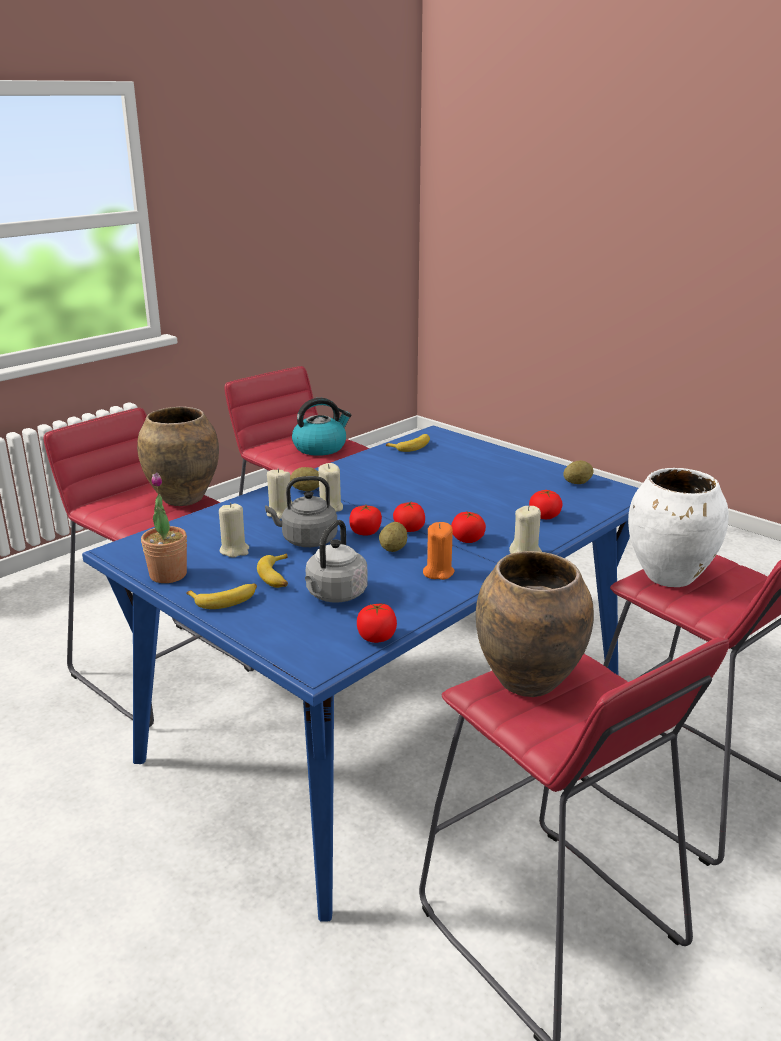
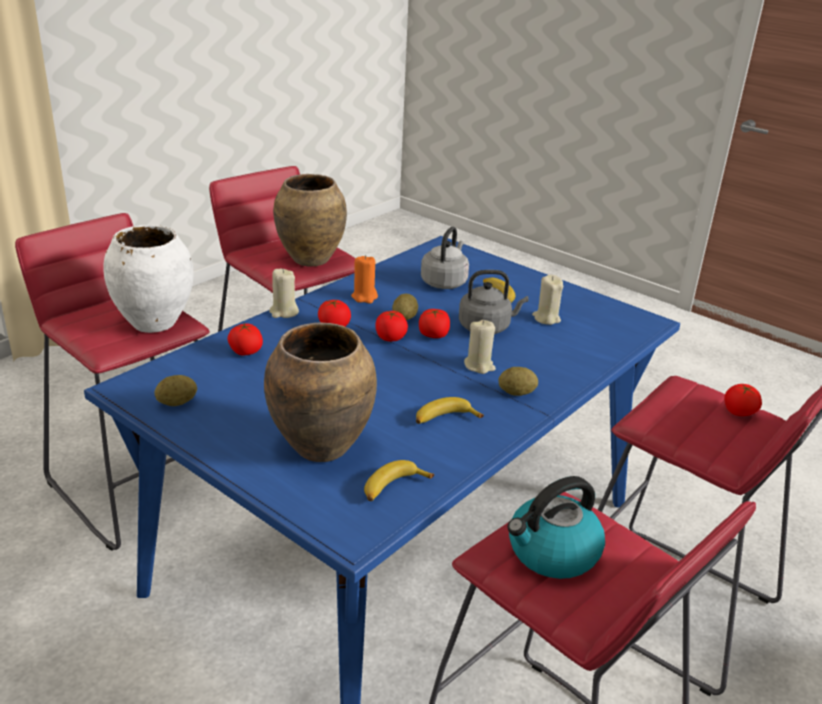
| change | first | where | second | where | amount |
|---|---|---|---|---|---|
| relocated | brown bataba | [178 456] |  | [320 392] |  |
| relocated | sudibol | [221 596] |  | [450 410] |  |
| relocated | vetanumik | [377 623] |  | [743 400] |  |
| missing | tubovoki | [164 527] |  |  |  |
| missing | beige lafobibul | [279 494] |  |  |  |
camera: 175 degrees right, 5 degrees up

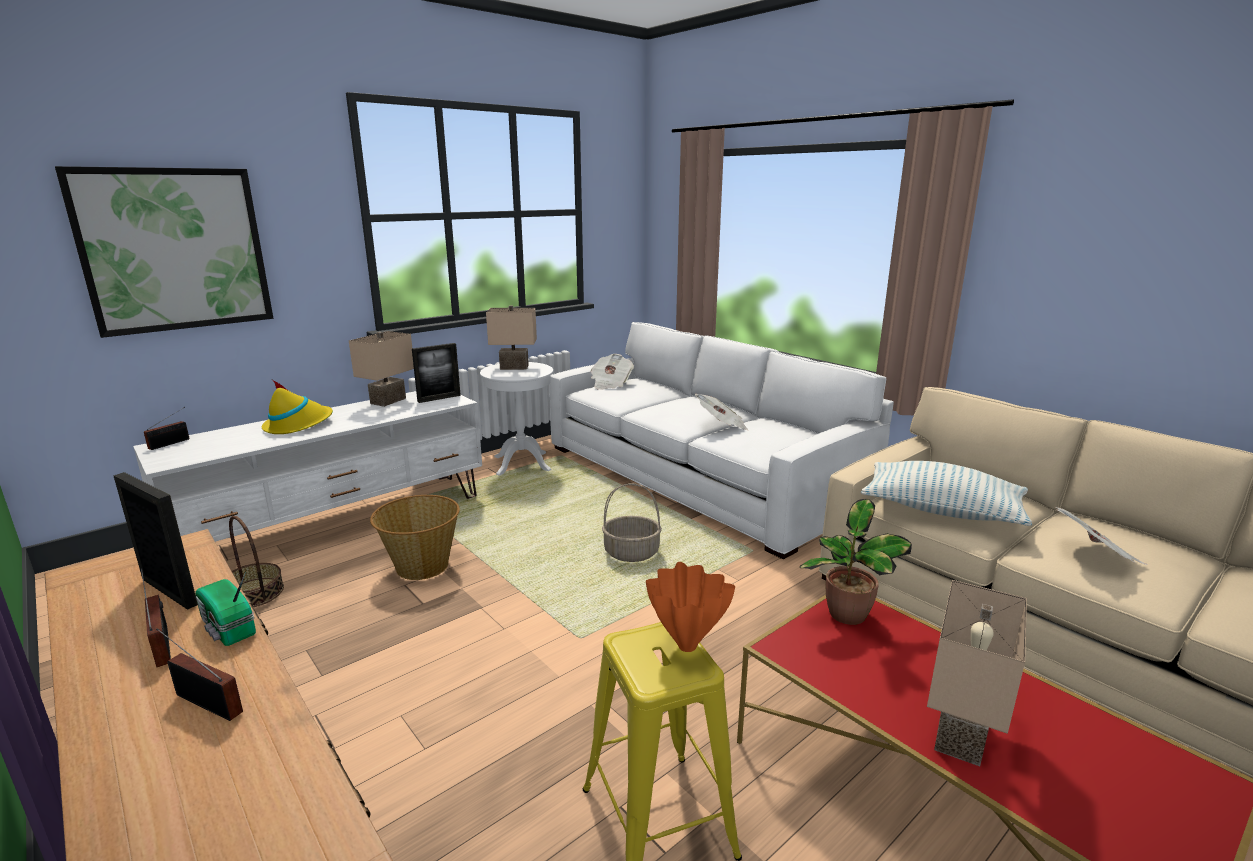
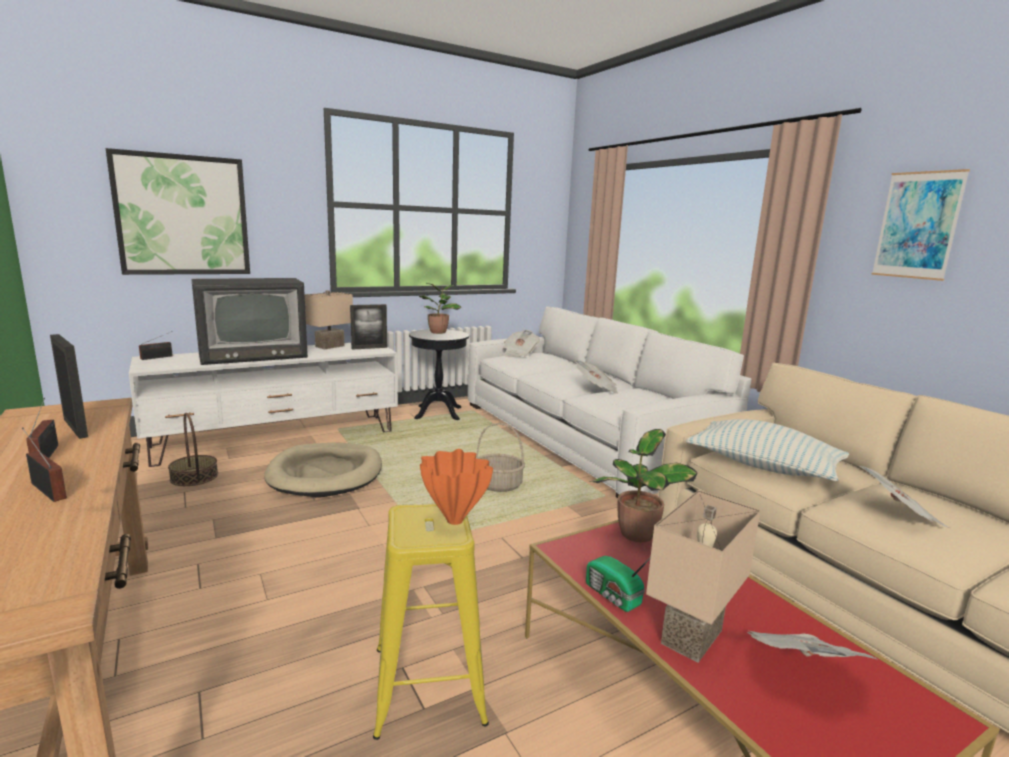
| change | first | where | second | where | amount |
|---|---|---|---|---|---|
| exchanged | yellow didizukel | [297 407] | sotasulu | [249 321] |  |
| exchanged | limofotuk | [415 537] | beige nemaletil | [323 470] |  |
| colour | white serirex | [516 419] | black serirex | [439 374] |  |
| exchanged | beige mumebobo | [511 337] | tubovoki | [440 308] |  |
| relocated | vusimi | [225 609] |  | [618 584] |  |
| appeared |  |  | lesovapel | [811 645] |  |
| appeared |  |  | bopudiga | [920 225] |  |
camera: 10 degrees right, 5 degrees down

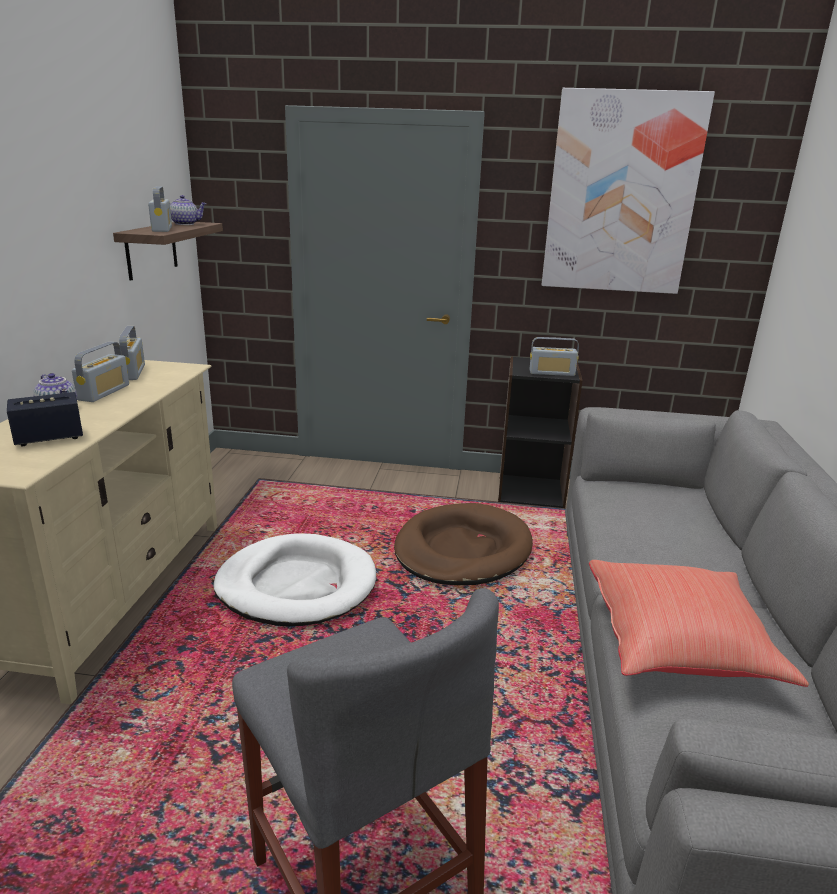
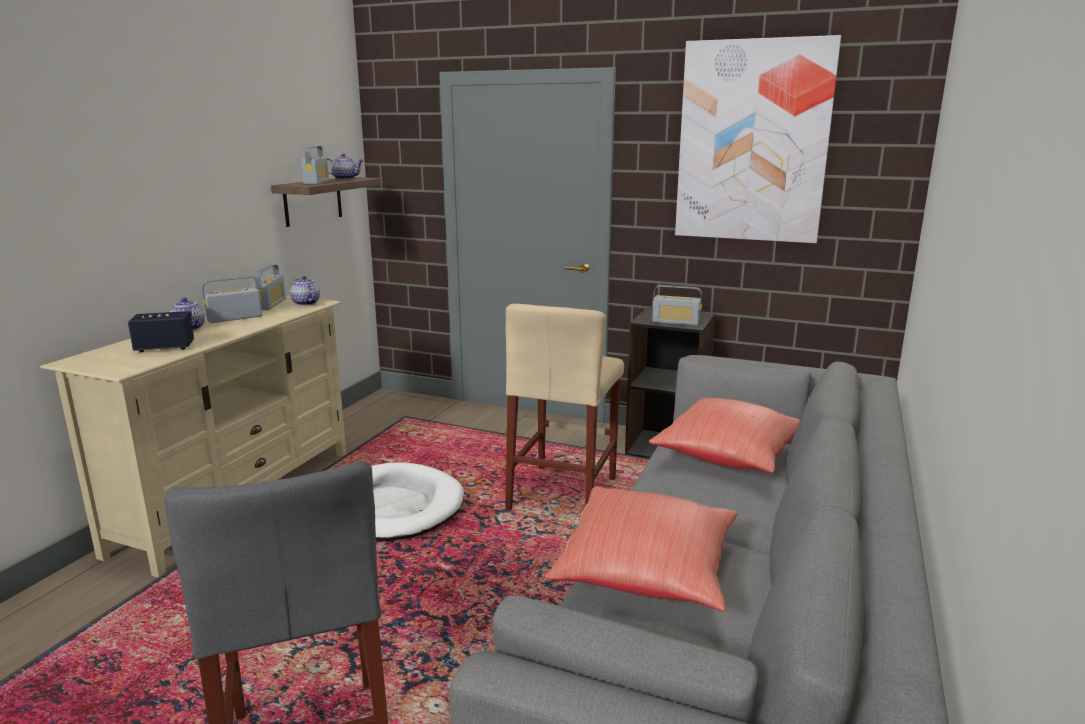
| change | first | where | second | where | amount |
|---|---|---|---|---|---|
| spun | vusimi | [100 372] |  | [232 299] | 150 degrees counterclockwise |
| appeared |  |  | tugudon | [305 291] |  |
| exchanged | brown nemaletil | [463 544] | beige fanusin | [564 407] |  |
| appeared |  |  | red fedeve | [724 435] |  |
camera: 15 degrees right, 5 degrees down

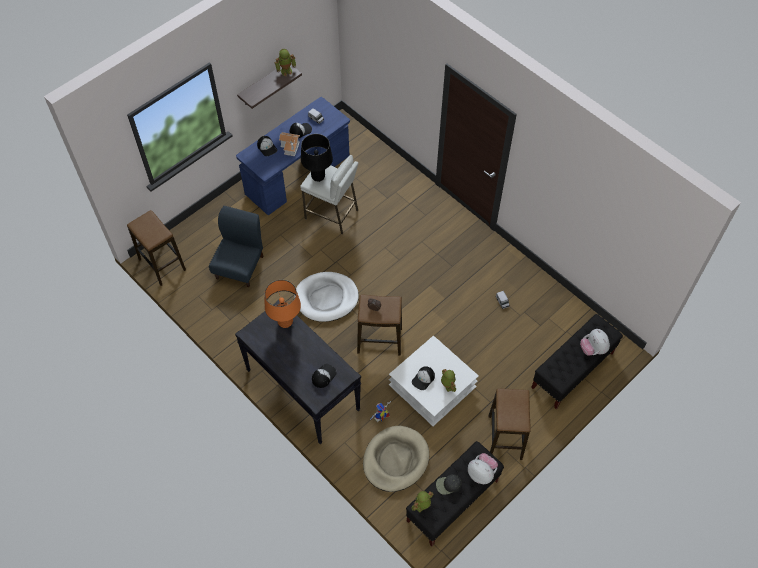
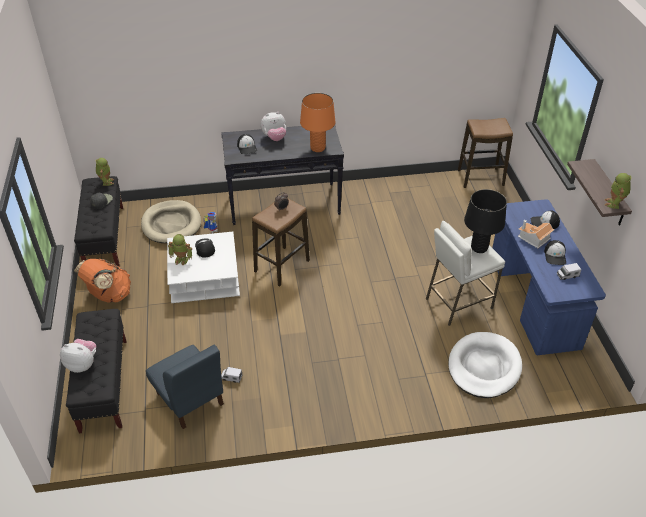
| change | first | where | second | where | amount |
|---|---|---|---|---|---|
| exchanged | fanusin | [509 424] | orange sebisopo | [102 281] |  |
| relocated | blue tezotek | [236 246] |  | [185 387] |  |
| relocated | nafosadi | [483 468] |  | [273 126] |  |
| relocated | white nemaletil | [326 297] |  | [485 365] |  |
camera: 125 degrees right, 15 degrees down

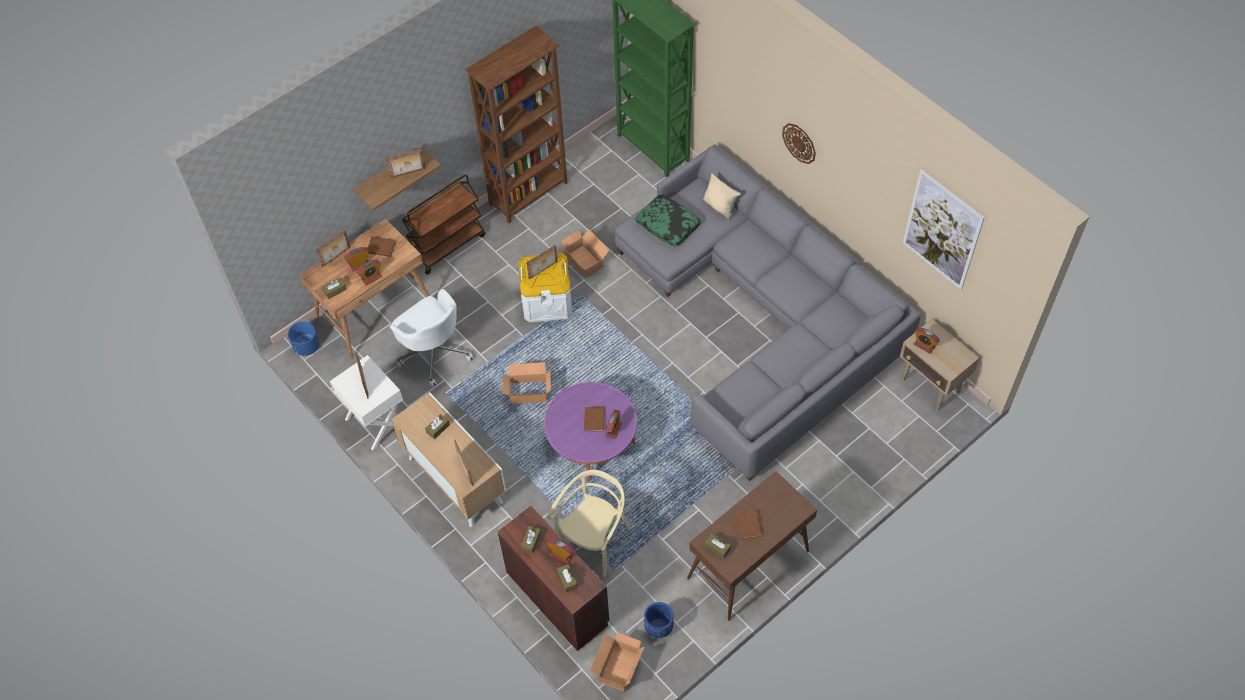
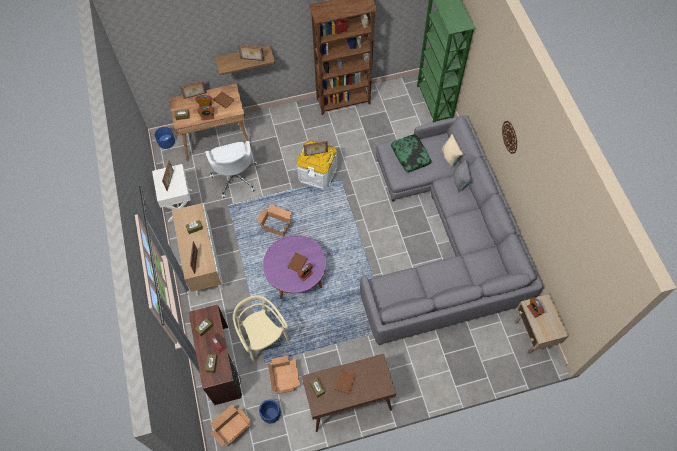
| change | first | where | second | where | amount |
|---|---|---|---|---|---|
| spun | beige tezotek | [589 523] |  | [261 330] | 90 degrees counterclockwise |
| relocated | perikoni | [585 253] |  | [284 375] |  |
| appeared |  |  | grey fedeve | [463 175] |  |
| missing | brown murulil | [444 224] |  |  |  |
| missing | bopudiga | [944 229] |  |  |  |
camera: 25 degrees right, 5 degrees up

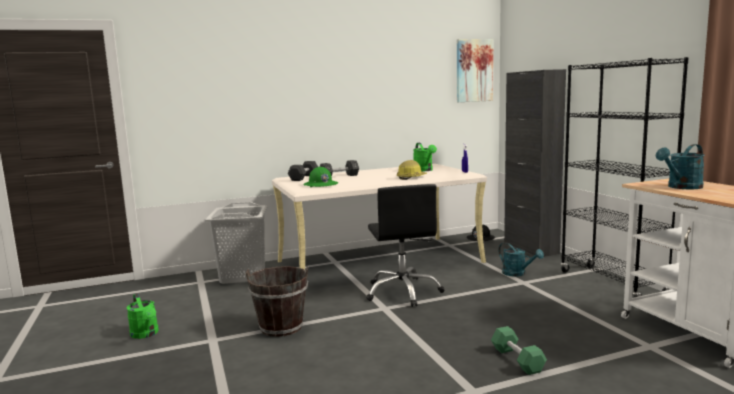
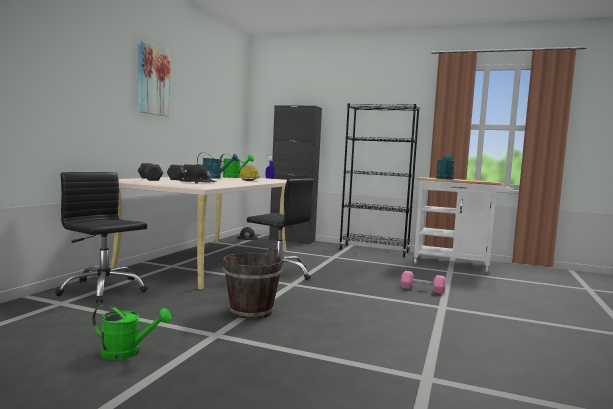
| change | first | where | second | where | amount |
|---|---|---|---|---|---|
| exchanged | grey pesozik | [236 243] | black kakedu | [101 237] |  |
| relocated | bopudiga | [475 70] |  | [154 78] |  |
| colour | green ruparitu | [320 177] | black ruparitu | [197 174] |  |
| relocated | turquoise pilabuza | [521 259] |  | [217 166] |  |
| colour | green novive | [519 350] | pink novive | [423 282] |  |
camera: 50 degrees left, 5 degrees down

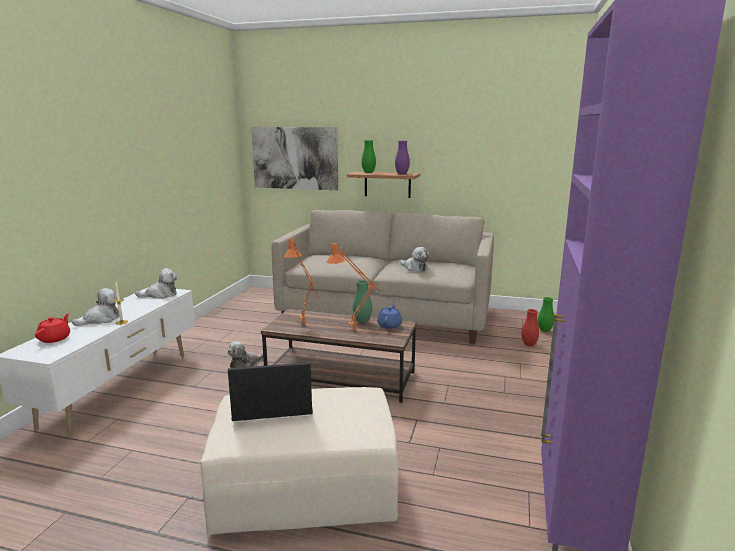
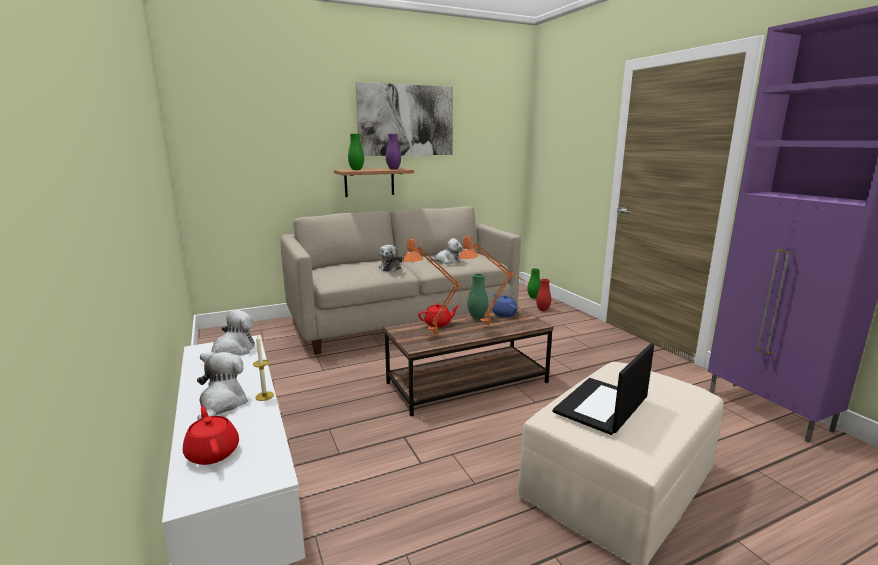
| change | first | where | second | where | amount |
|---|---|---|---|---|---|
| relocated | bopudiga | [294 158] |  | [404 119] |  |
| relocated | nafosadi | [245 354] |  | [391 258] |  |
| appeared |  |  | red tugudon | [438 315] |  |
camera: 40 degrees left, 0 degrees up

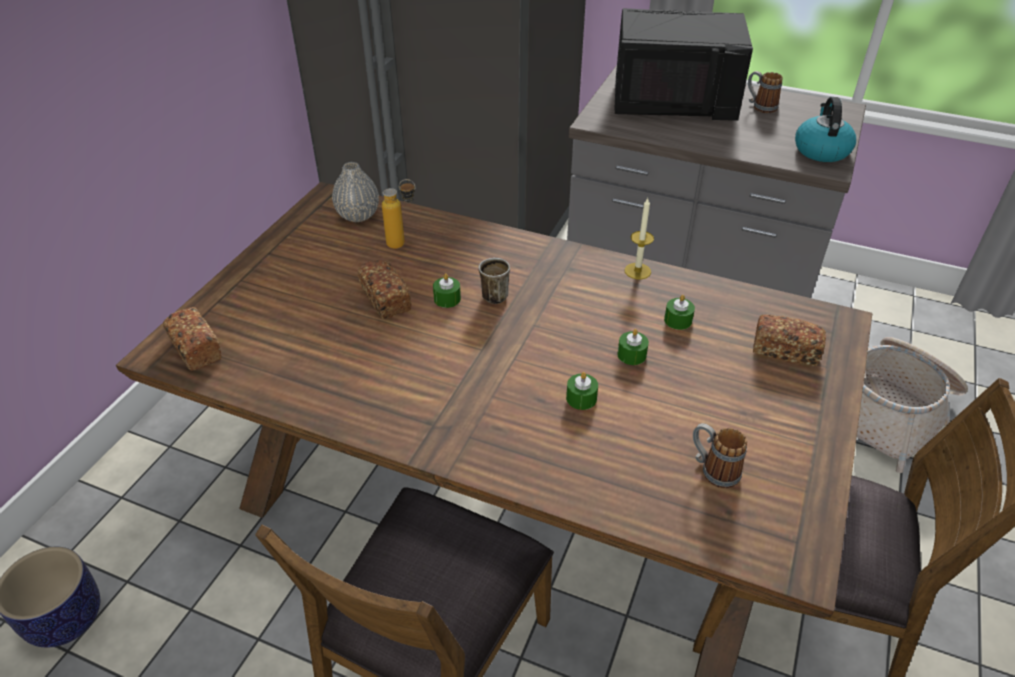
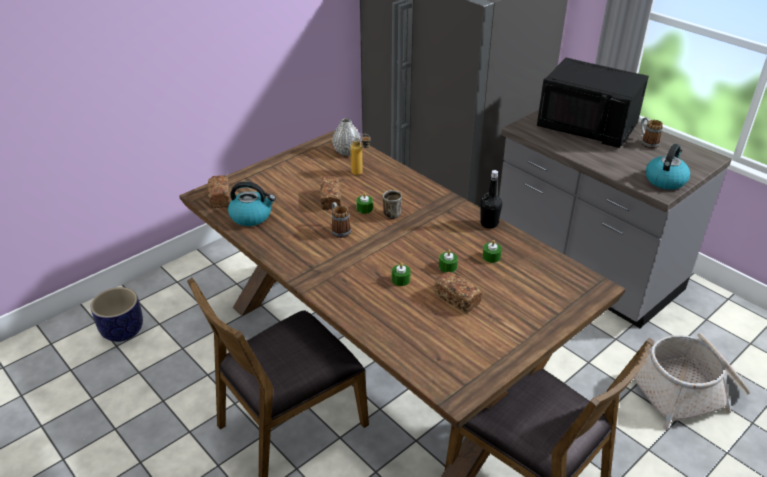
| change | first | where | second | where | amount |
|---|---|---|---|---|---|
| appeared |  |  | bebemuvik | [252 204] |  |
| relocated | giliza | [720 455] |  | [341 220] |  |
| relocated | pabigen | [789 340] |  | [458 292] |  |
| exchanged | lafobibul | [639 238] | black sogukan | [491 199] |  |
camera: 25 degrees right, 5 degrees down

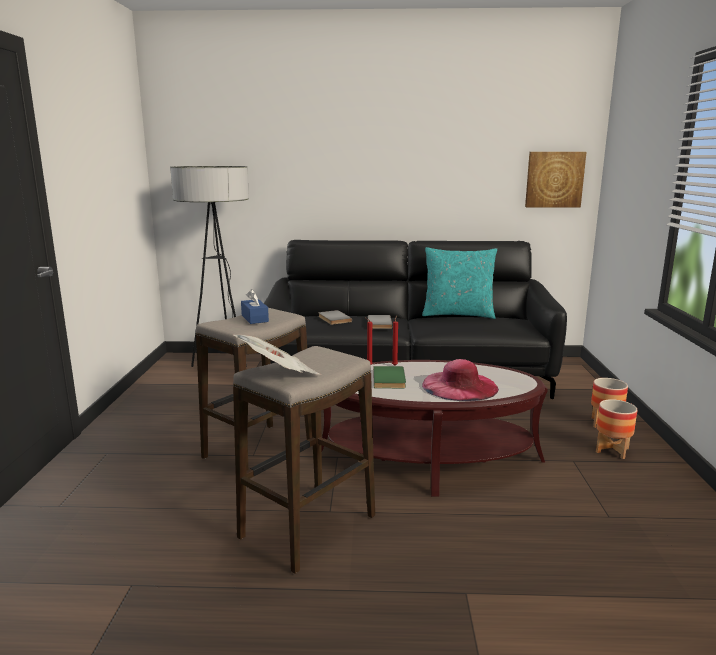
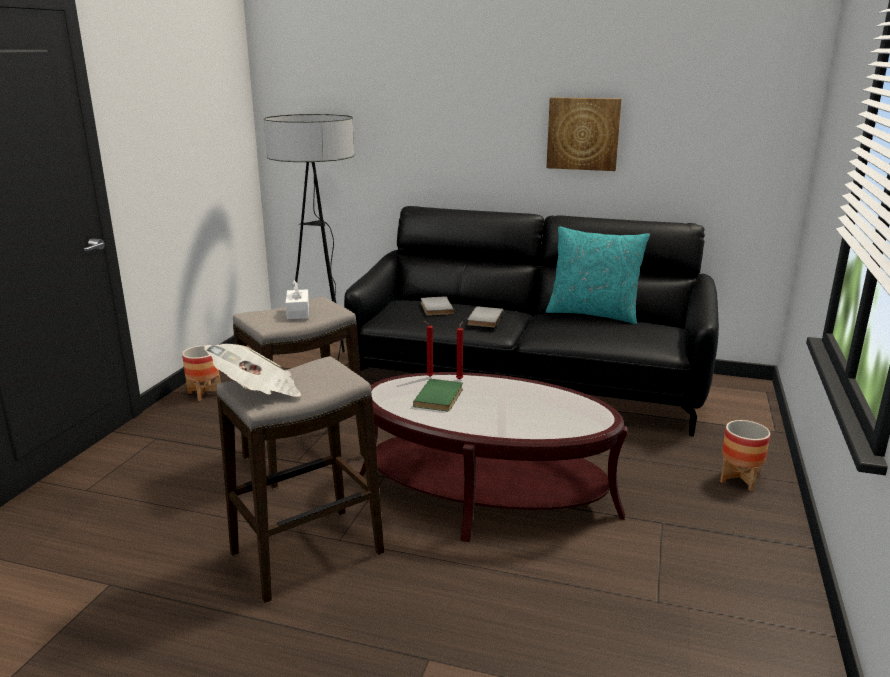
| change | first | where | second | where | amount |
|---|---|---|---|---|---|
| relocated | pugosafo | [616 429] |  | [201 373] |  |
| colour | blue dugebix | [255 306] | white dugebix | [297 299] |  |
| relocated | bopudiga | [555 180] |  | [584 134] |  |
| missing | pink didizukel | [460 380] |  |  |  |
camera: 15 degrees right, 5 degrees up

